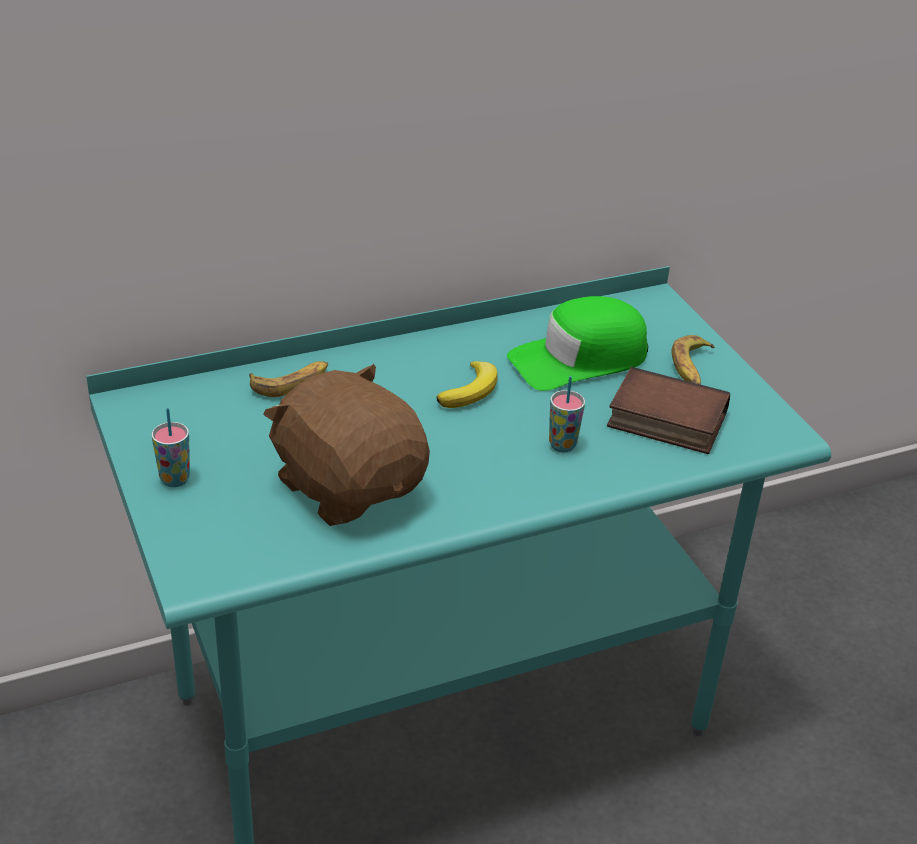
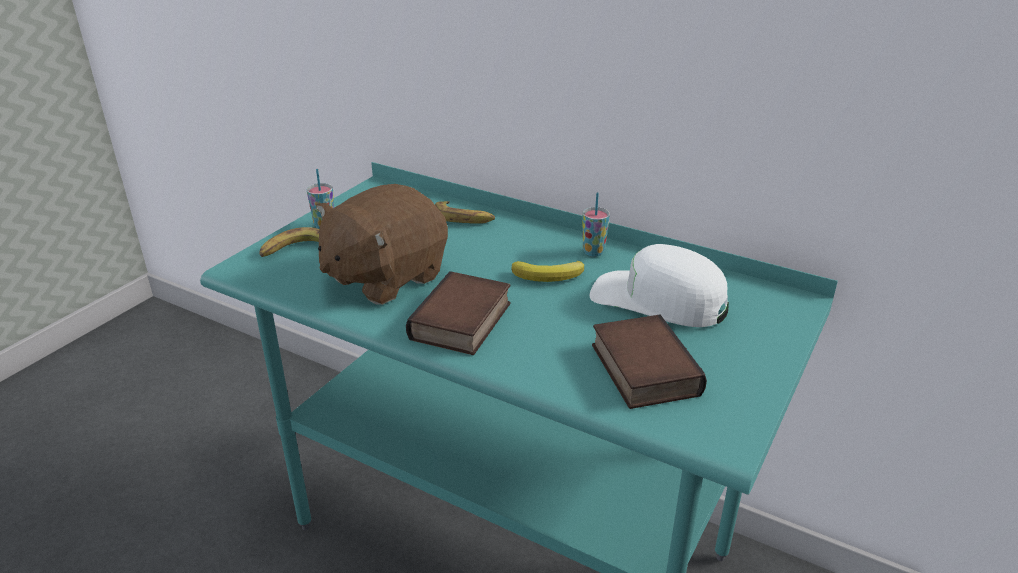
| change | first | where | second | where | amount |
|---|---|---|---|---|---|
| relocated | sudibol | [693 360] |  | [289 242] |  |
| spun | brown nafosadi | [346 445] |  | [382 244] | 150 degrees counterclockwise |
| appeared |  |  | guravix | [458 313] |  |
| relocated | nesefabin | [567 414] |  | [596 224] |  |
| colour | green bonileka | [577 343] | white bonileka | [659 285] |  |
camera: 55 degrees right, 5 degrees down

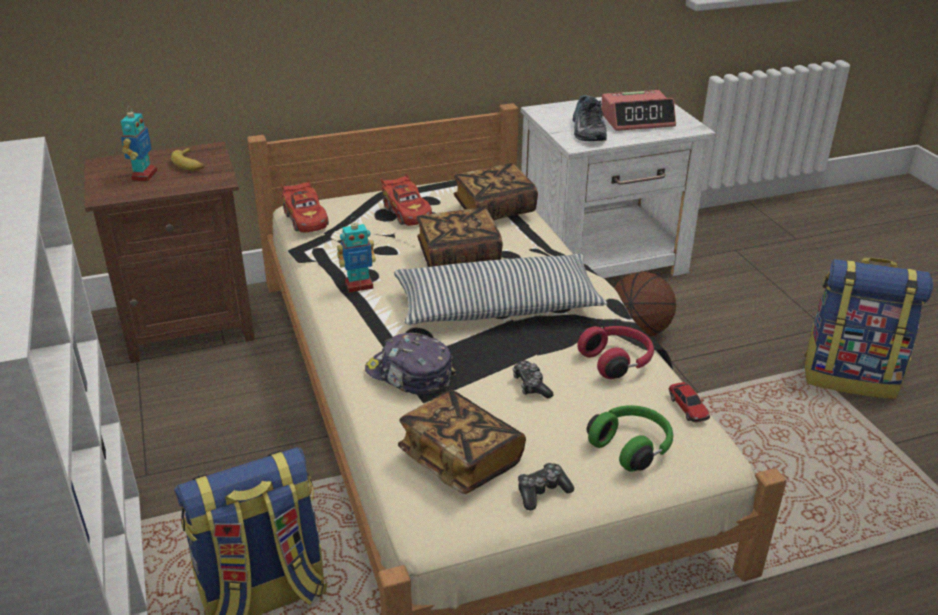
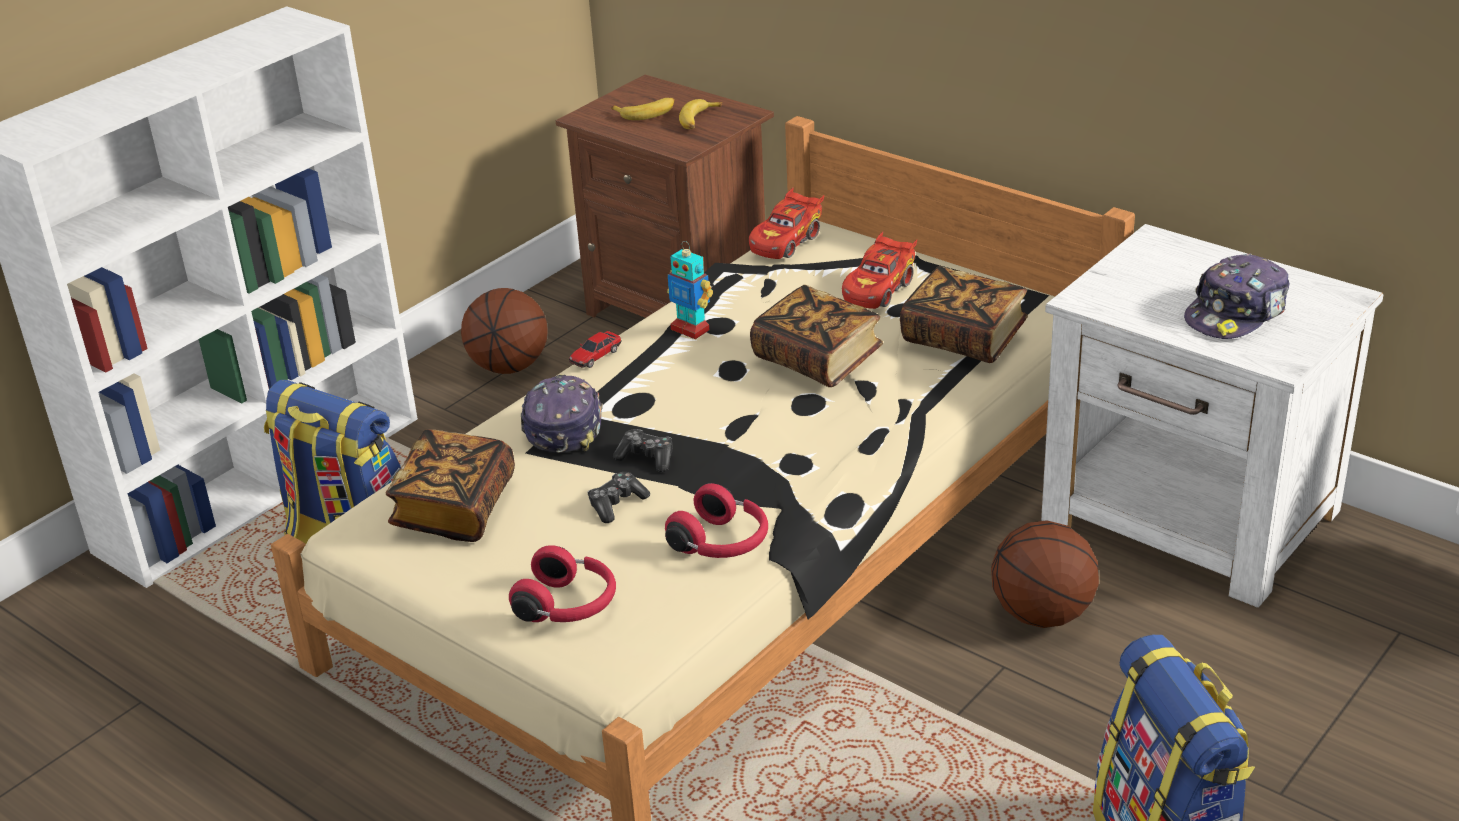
| change | first | where | second | where | amount |
|---|---|---|---|---|---|
| appeared |  |  | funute | [504 331] |  |
| colour | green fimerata | [630 438] | red fimerata | [562 583] |  |
| relocated | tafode | [689 402] |  | [595 349] |  |
| exchanged | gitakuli | [139 143] | sudibol | [643 109] |  |
| relocated | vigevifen | [546 487] |  | [643 450] |  |
| exchanged | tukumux | [638 110] | bonileka | [1237 296] |  |
| missing | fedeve | [500 289] |  |  |  |
| missing | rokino | [590 118] |  |  |  |
camera: 60 degrees right, 0 degrees up

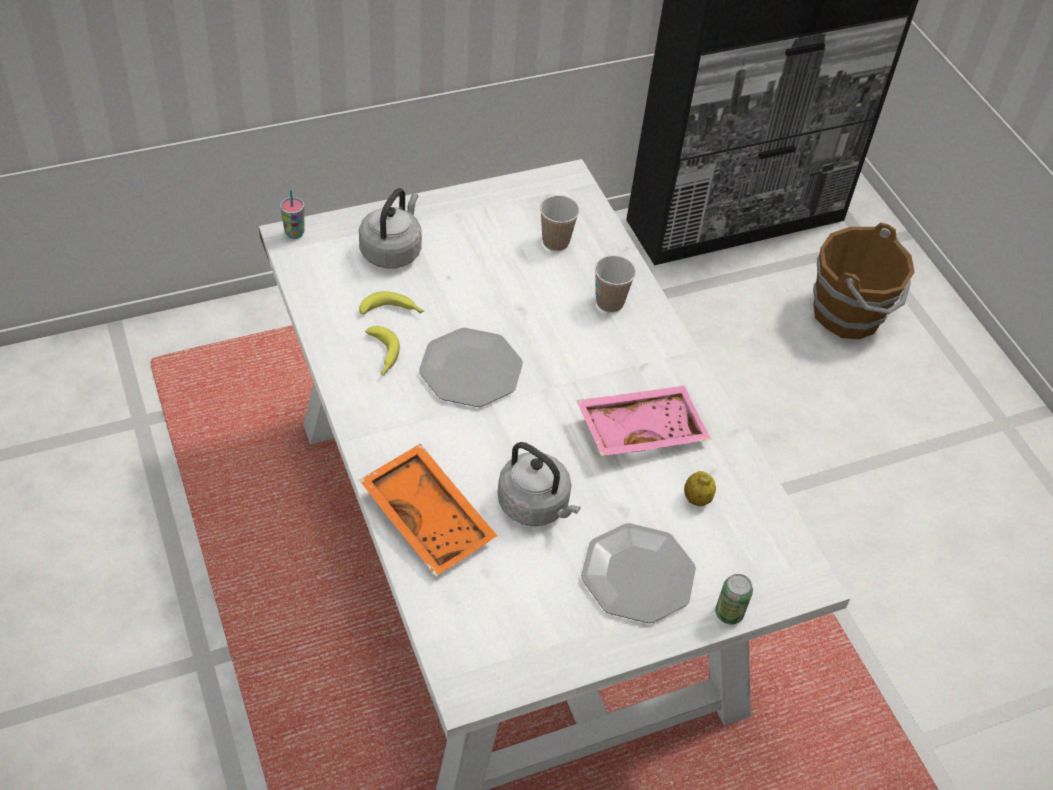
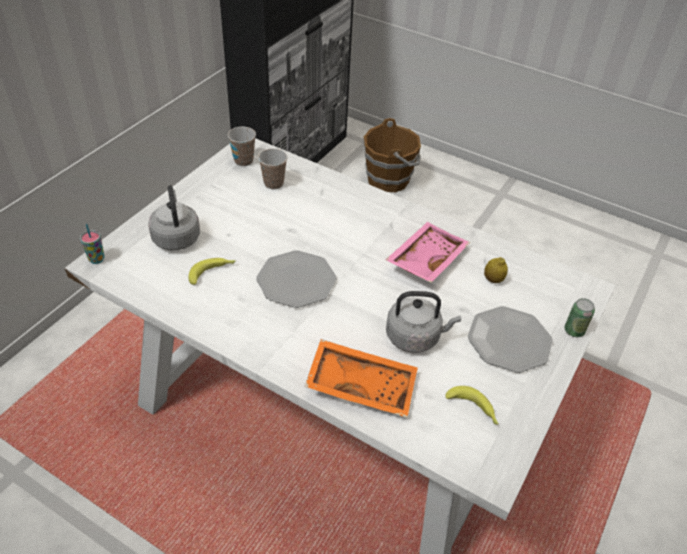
| change | first | where | second | where | amount |
|---|---|---|---|---|---|
| relocated | nesefabin | [615 284] |  | [242 146] |  |
| relocated | sudibol | [382 351] |  | [472 405] |  |
camera: 35 degrees left, 5 degrees down

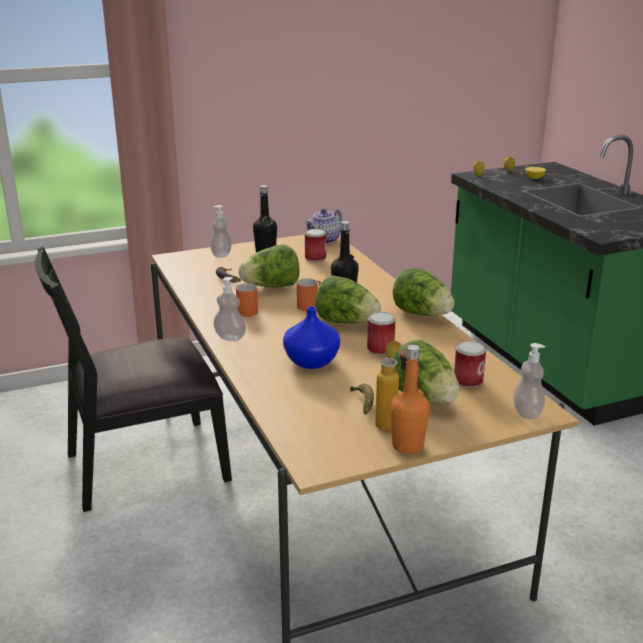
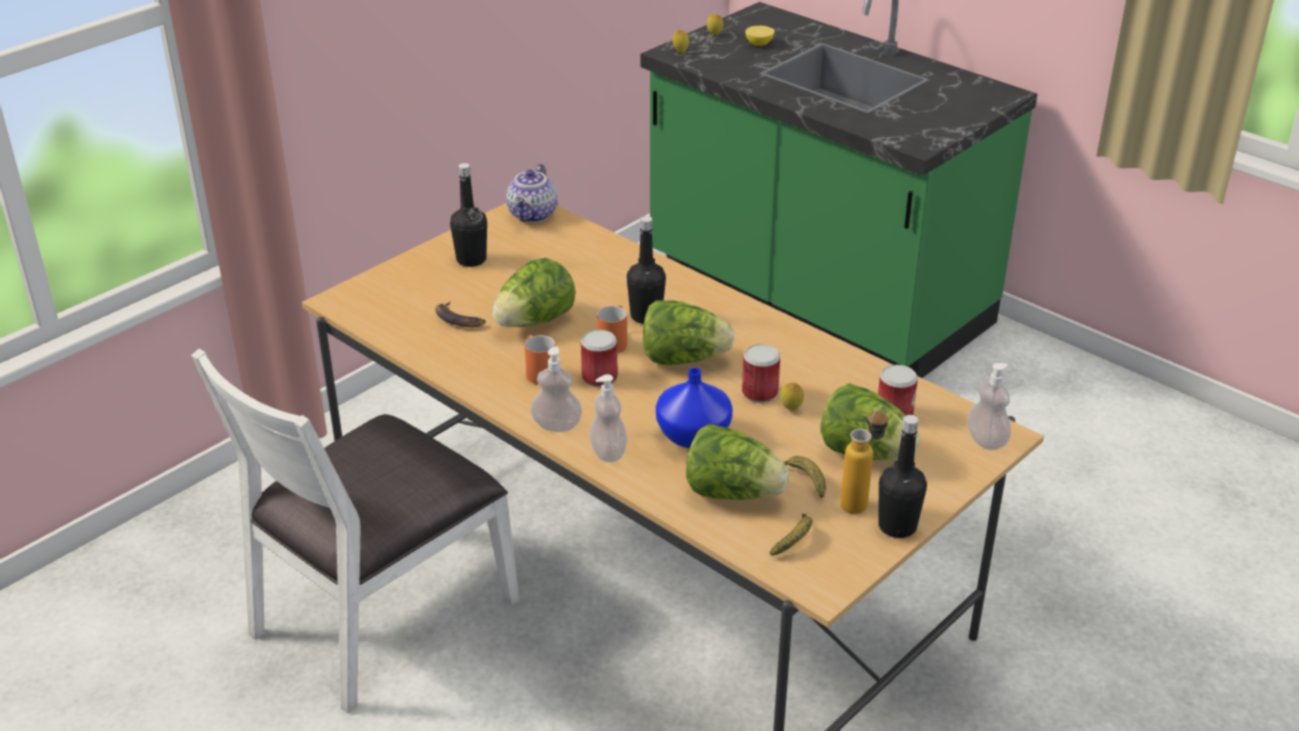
| change | first | where | second | where | amount |
|---|---|---|---|---|---|
| colour | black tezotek | [133 379] | white tezotek | [355 531] |  |
| relocated | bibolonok | [315 245] |  | [599 358] |  |
| relocated | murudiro | [221 231] |  | [608 418] |  |
| relocated | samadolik | [423 291] |  | [737 462] |  |
| appeared |  |  | sudibol | [791 534] |  |
| colour | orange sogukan | [410 399] | black sogukan | [902 476] |  |
camera: 25 degrees left, 10 degrees up

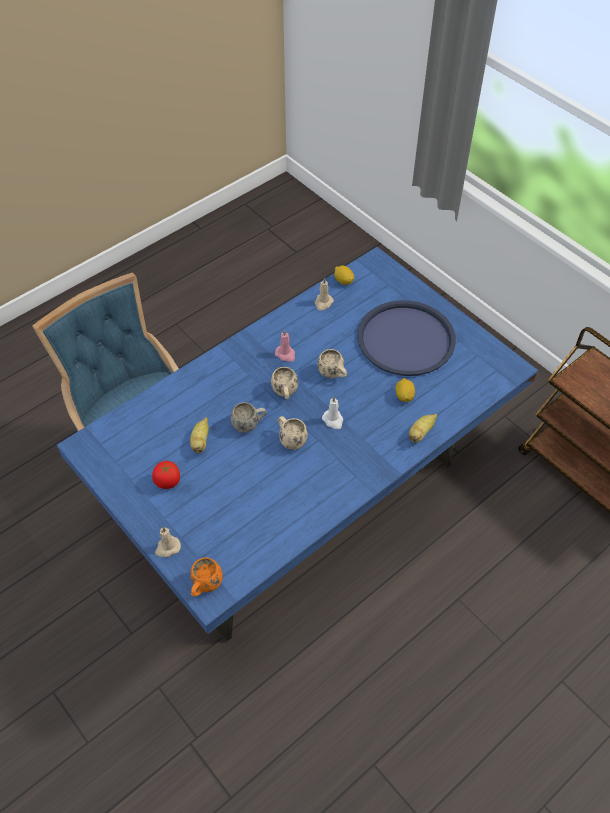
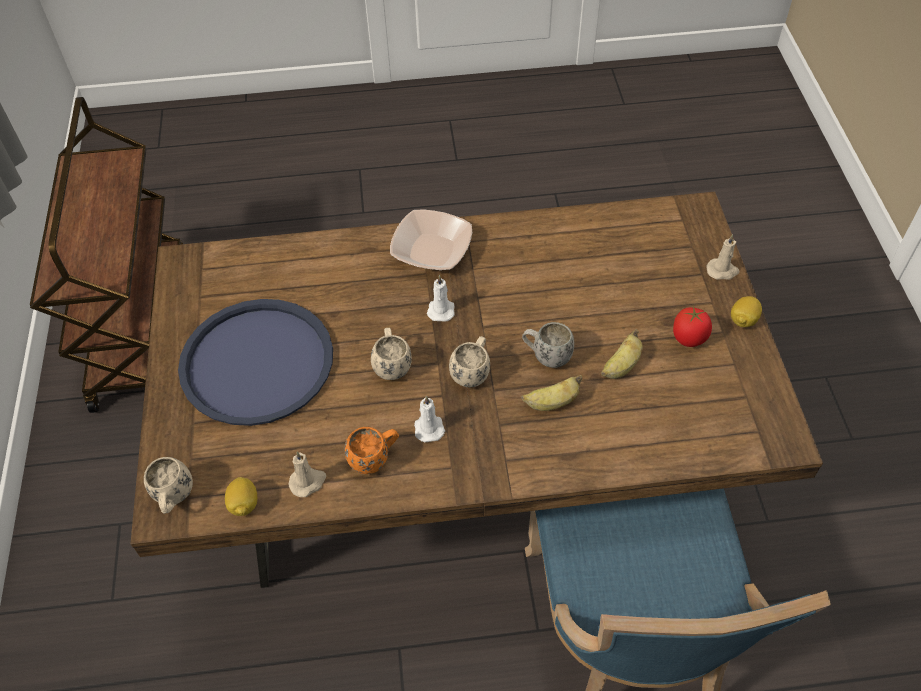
| change | first | where | second | where | amount |
|---|---|---|---|---|---|
| colour | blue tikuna | [297 444] | brown tikuna | [477 390] |  |
| relocated | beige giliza | [293 433] |  | [168 485] |  |
| relocated | orange giliza | [206 577] |  | [372 450] |  |
| appeared |  |  | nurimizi | [431 239] |  |
| colour | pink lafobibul | [285 346] | white lafobibul | [429 418] |  |
| relocated | sudibol | [423 428] |  | [551 393] |  |
| relocated | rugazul | [405 390] |  | [746 311] |  |
camera: 145 degrees left, 0 degrees up

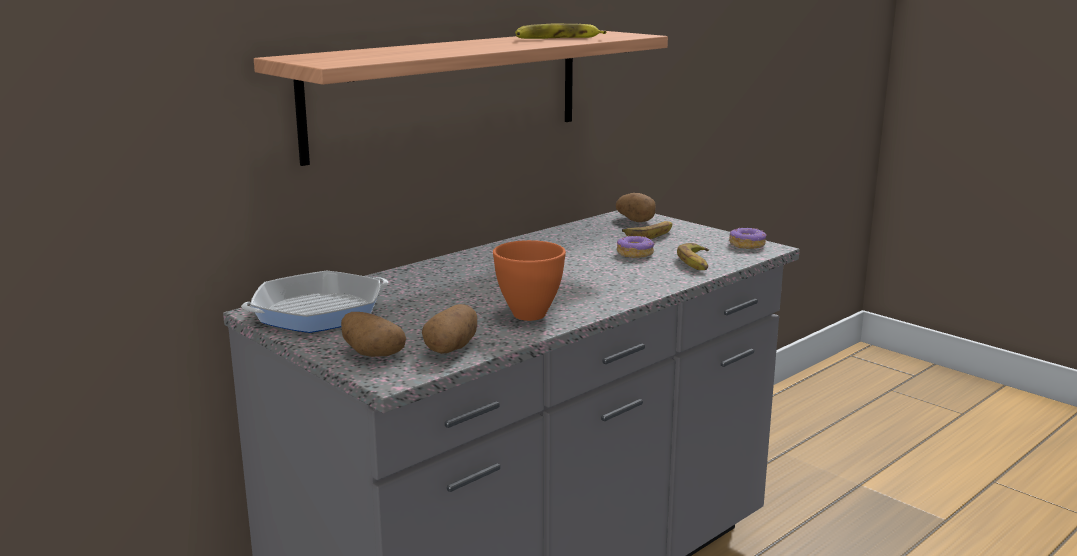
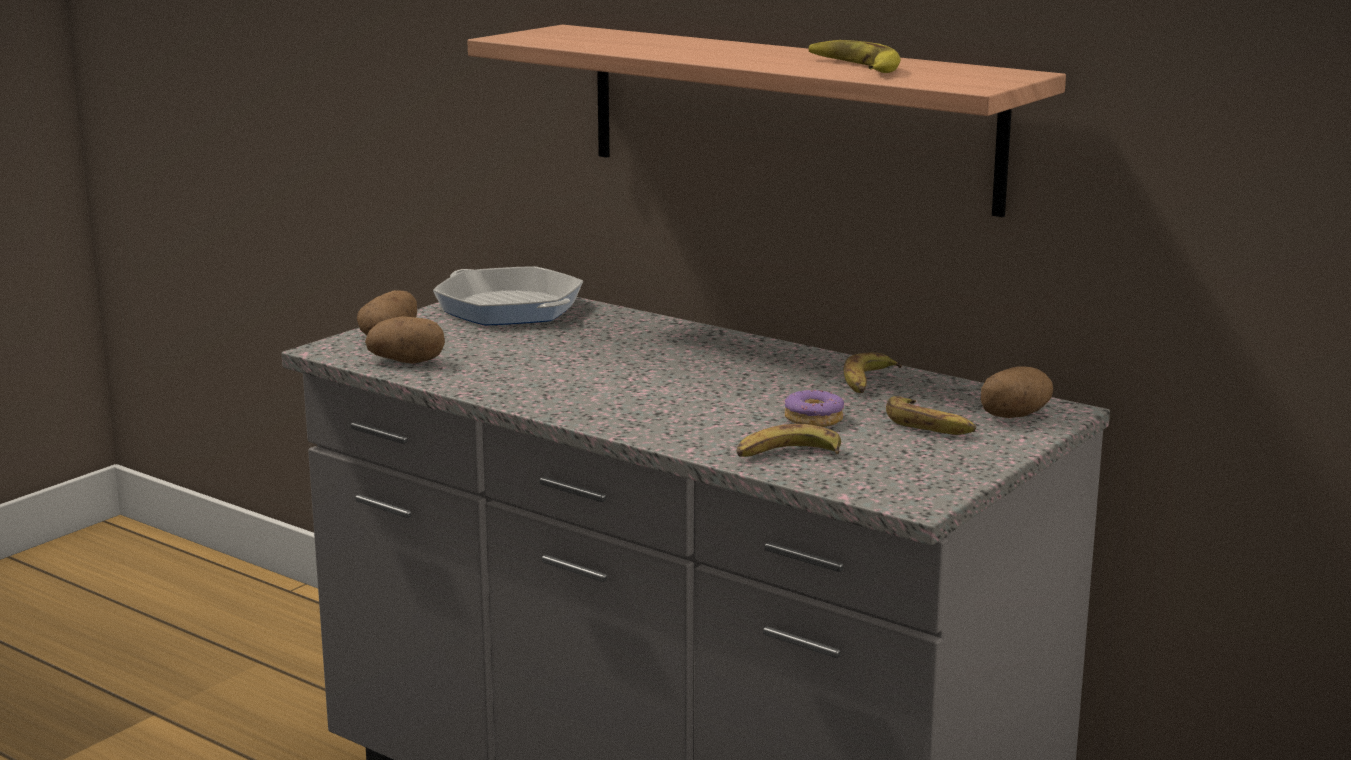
| change | first | where | second | where | amount |
|---|---|---|---|---|---|
| appeared |  |  | sudibol | [873 373] |  |
| missing | orange nurimizi | [529 280] |  |  |  |
| missing | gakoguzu | [748 238] |  |  |  |
camera: 80 degrees right, 0 degrees up

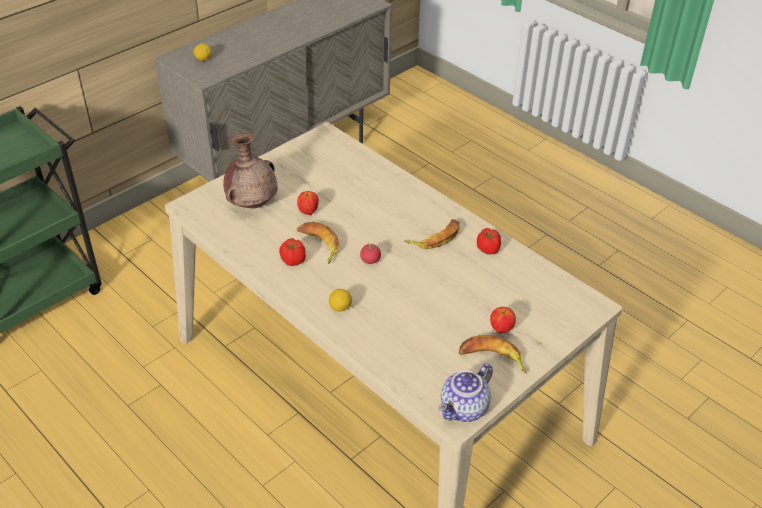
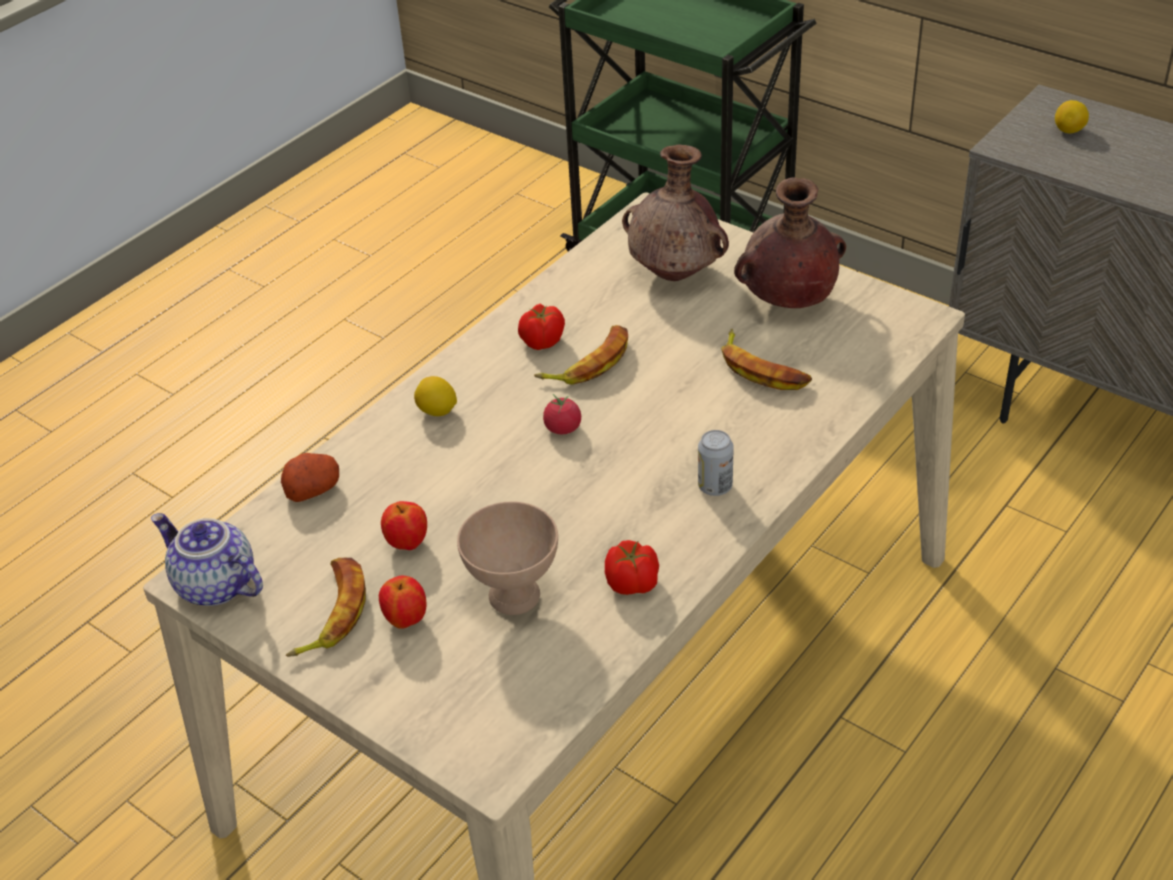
| change | first | where | second | where | amount |
|---|---|---|---|---|---|
| appeared |  |  | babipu | [310 477] |  |
| relocated | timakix | [308 203] |  | [404 525] |  |
| appeared |  |  | beige nurimizi | [507 558] |  |
| appeared |  |  | bibolonok | [716 463] |  |
| relocated | sudibol | [432 234] |  | [766 359] |  |
| appeared |  |  | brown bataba | [790 242] |  |
camera: 85 degrees right, 0 degrees up

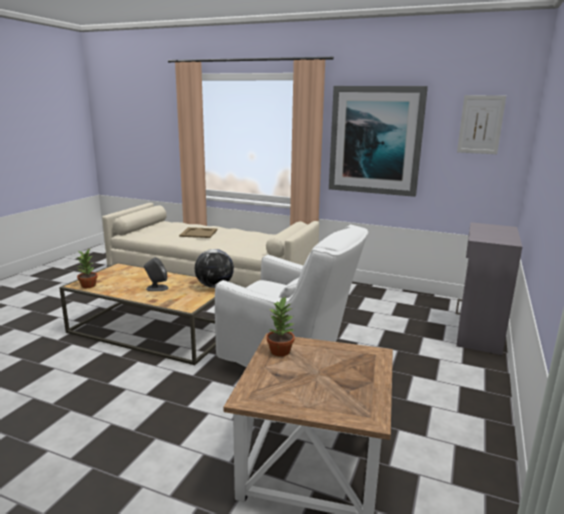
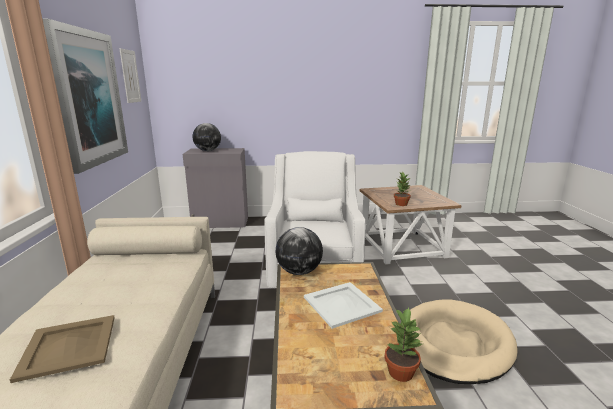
| change | first | where | second | where | amount |
|---|---|---|---|---|---|
| appeared |  |  | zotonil | [207 137] |  |
| exchanged | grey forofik | [156 274] | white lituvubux | [343 305] |  |
| appeared |  |  | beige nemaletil | [463 341] |  |
camera: 115 degrees left, 0 degrees up

